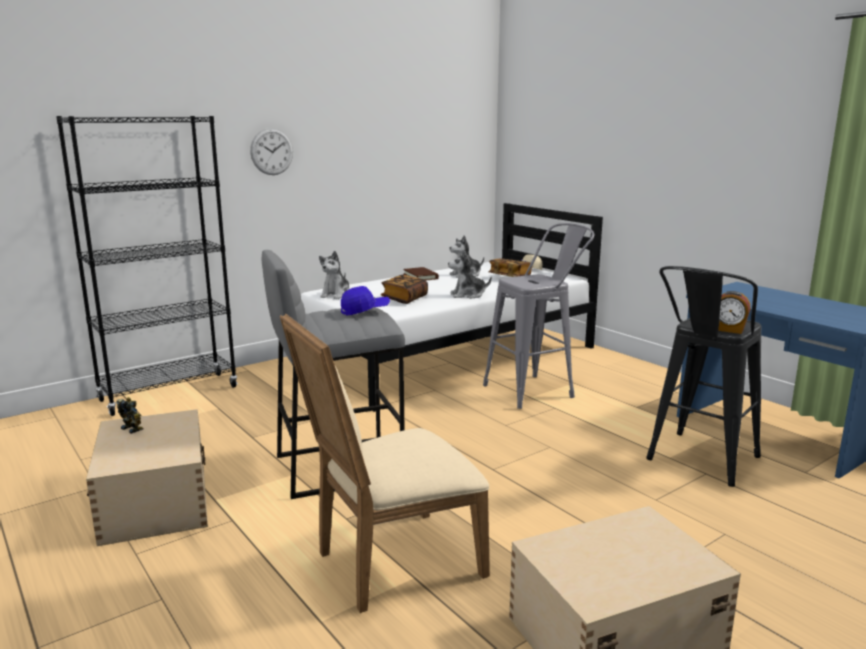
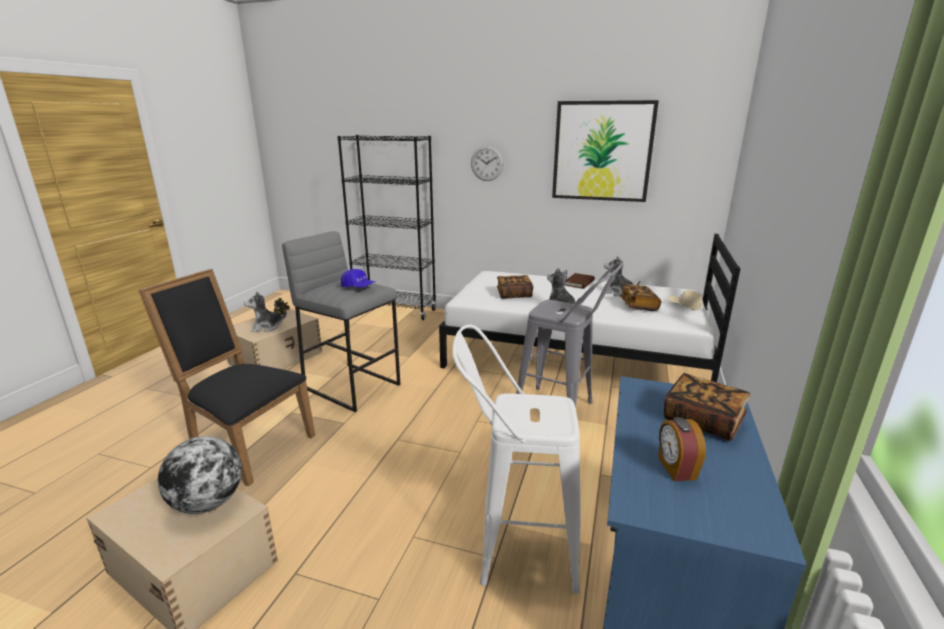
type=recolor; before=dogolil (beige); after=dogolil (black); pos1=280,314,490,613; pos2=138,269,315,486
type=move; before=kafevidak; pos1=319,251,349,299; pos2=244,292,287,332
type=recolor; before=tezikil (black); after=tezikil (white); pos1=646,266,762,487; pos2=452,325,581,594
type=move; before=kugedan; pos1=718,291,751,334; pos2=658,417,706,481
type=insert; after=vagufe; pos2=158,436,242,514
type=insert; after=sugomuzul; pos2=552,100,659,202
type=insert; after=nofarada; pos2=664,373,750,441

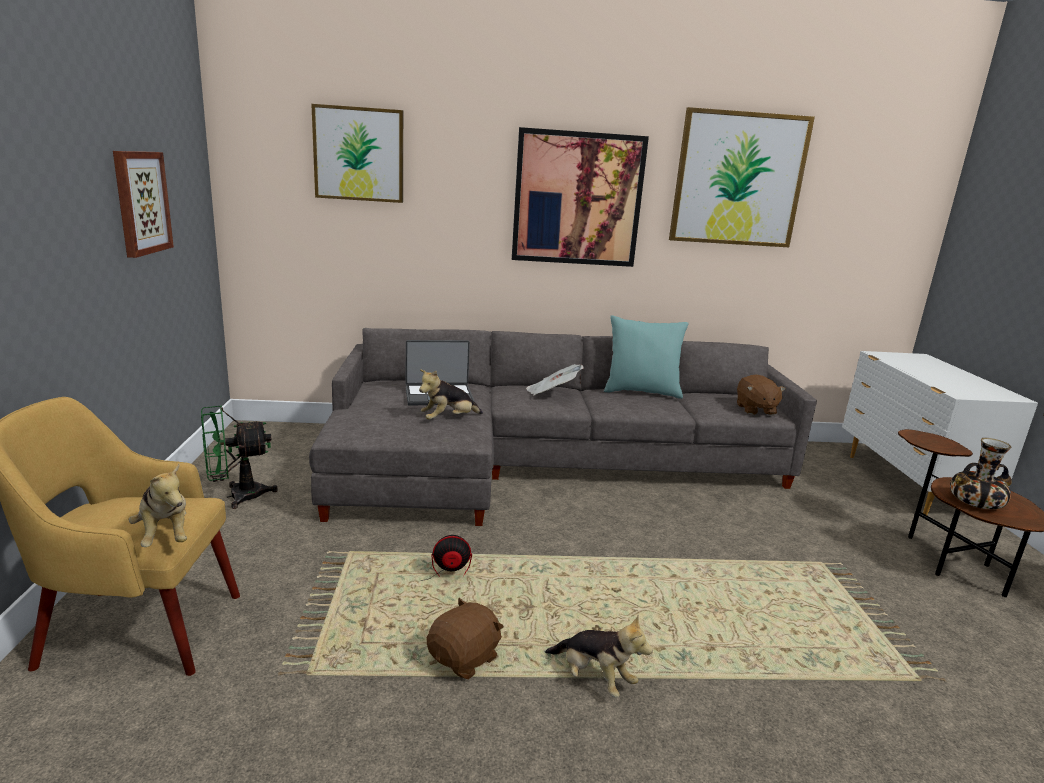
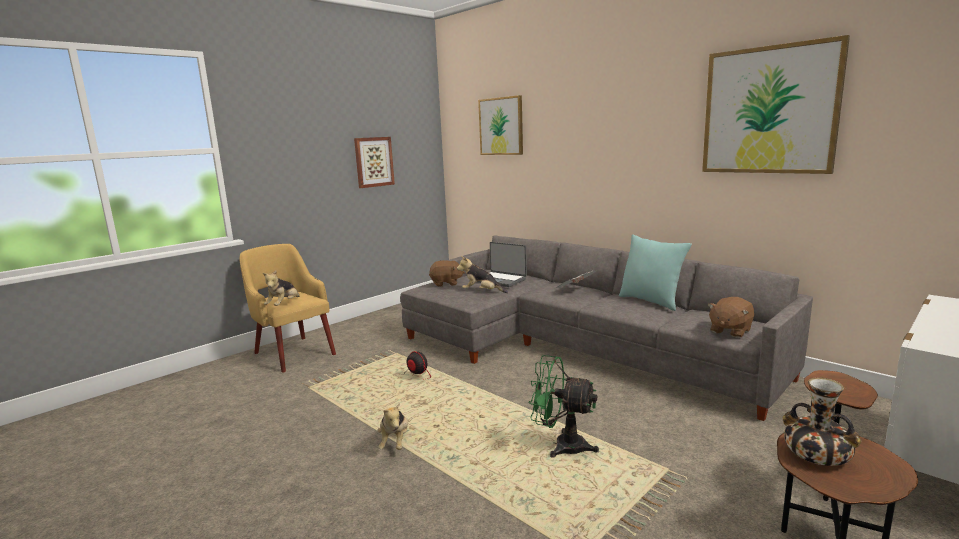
type=move; before=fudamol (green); pos1=201,405,278,509; pos2=529,355,599,458
type=move; before=kafevidak (brown); pos1=427,598,504,679; pos2=429,260,465,287
type=delete; before=sugomuzul; pos1=512,127,649,267

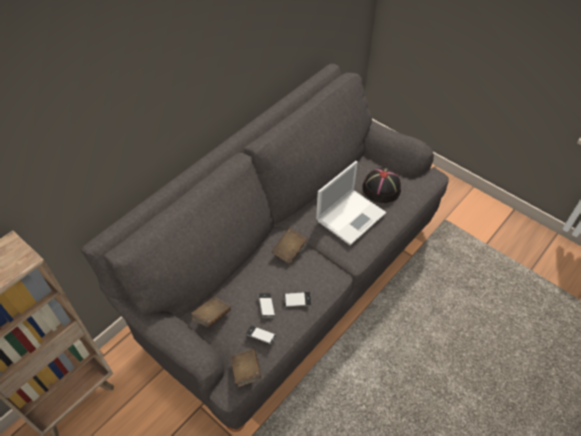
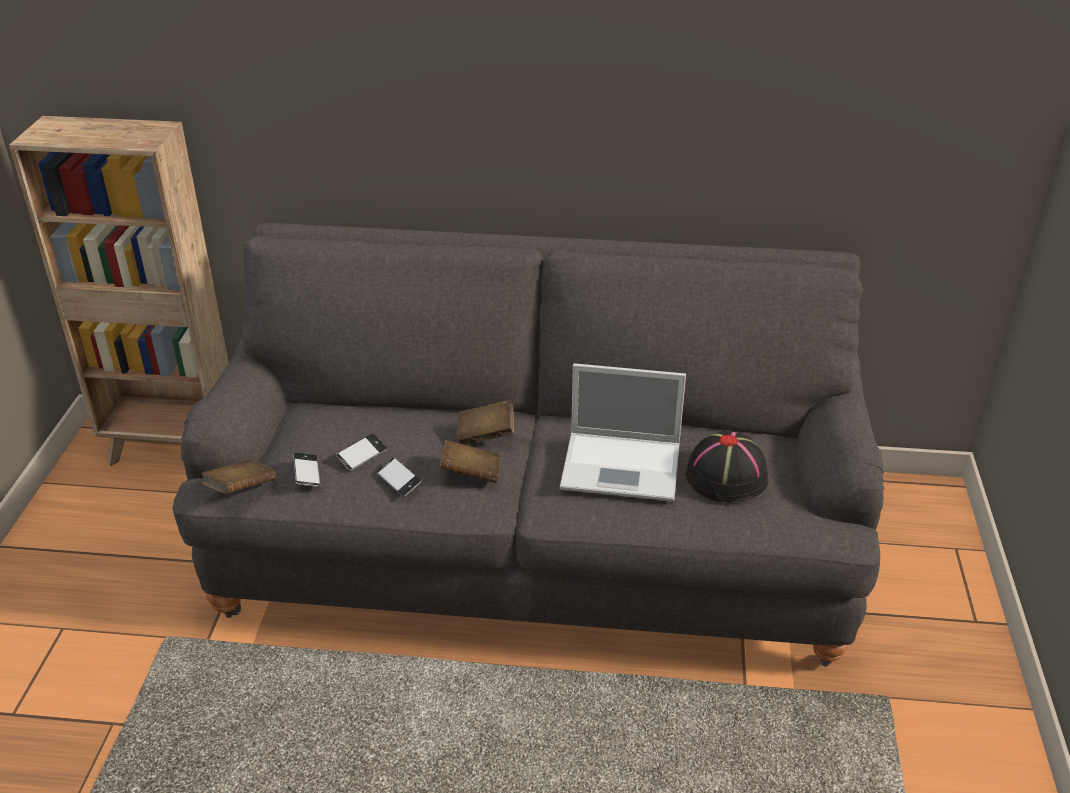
type=move; before=nofarada (brown); pos1=191,297,231,327; pos2=440,440,501,483

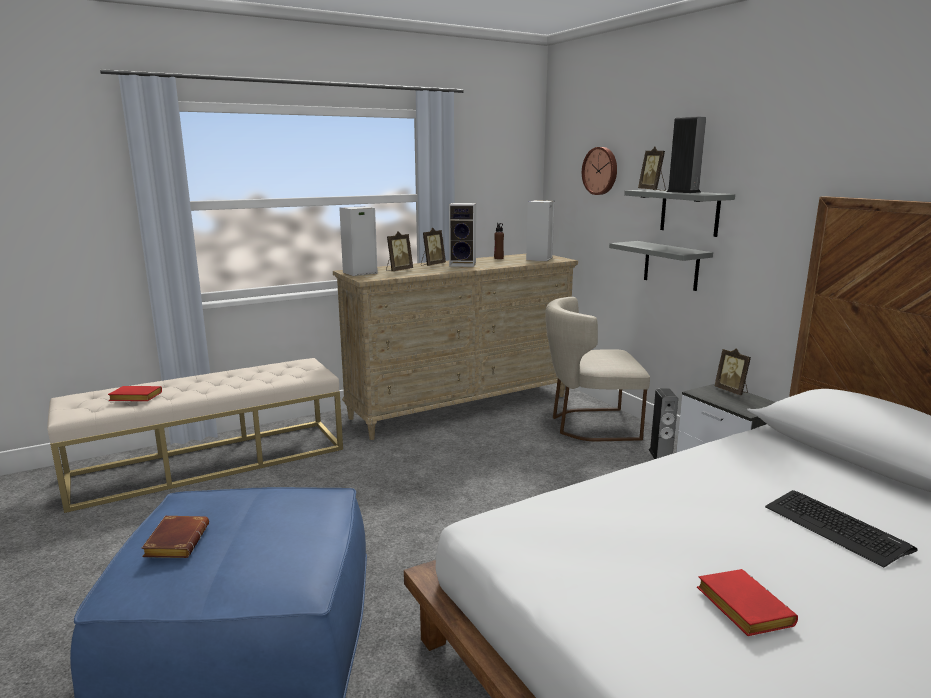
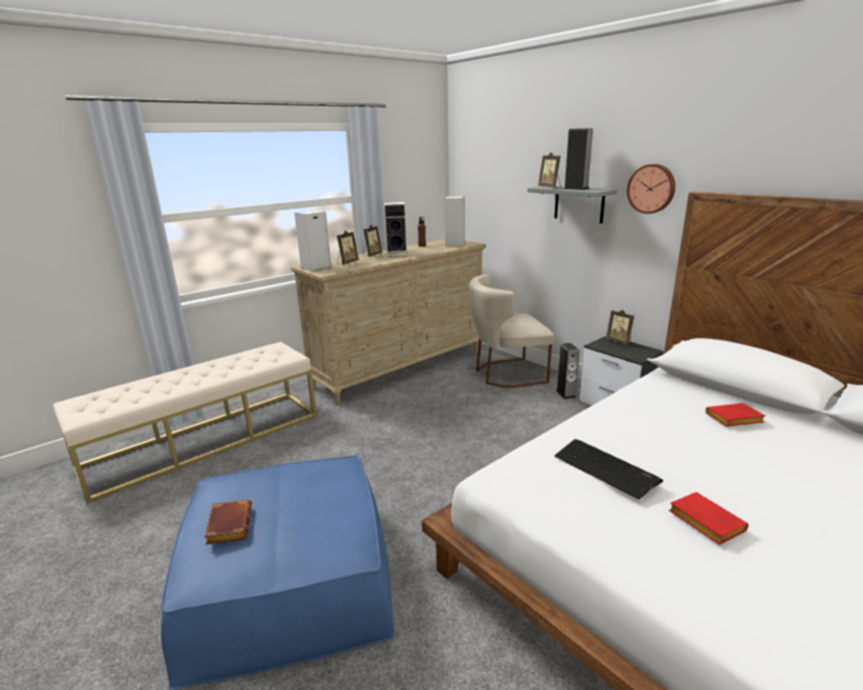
type=move; before=nofarada (red); pos1=108,386,162,401; pos2=705,403,765,427
type=move; before=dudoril; pos1=582,147,617,195; pos2=627,164,675,214
type=delete; before=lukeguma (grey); pos1=609,241,713,291
type=move; before=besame; pos1=765,490,918,568; pos2=554,439,663,500

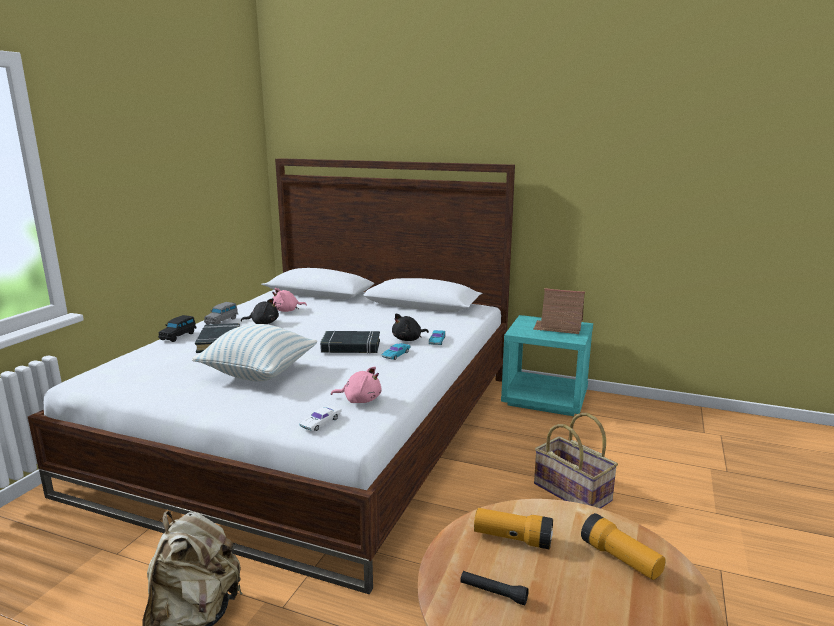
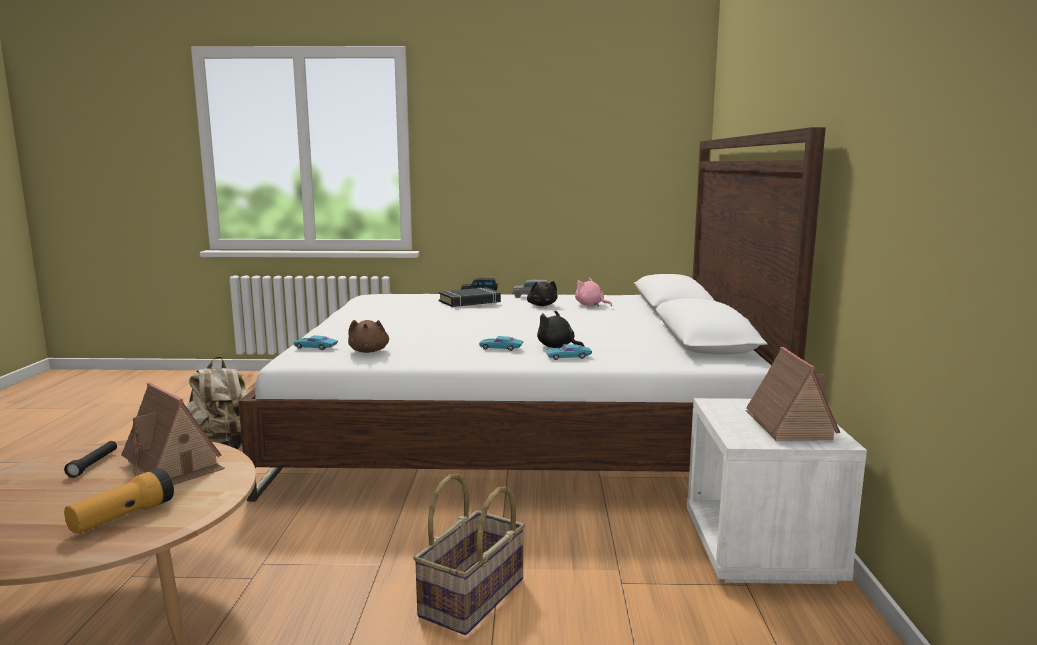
type=delete; before=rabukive; pos1=192,324,317,381
type=recolor; before=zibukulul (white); after=zibukulul (turquoise); pos1=300,406,341,431; pos2=293,335,338,350
type=delete; before=nofarada (black); pos1=320,331,380,354
type=recolor; before=kafevidak (pink); after=kafevidak (brown); pos1=331,366,382,403; pos2=348,320,389,353
type=replace; before=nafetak; after=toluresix; pos1=474,508,553,549; pos2=121,382,225,485
type=recolor; before=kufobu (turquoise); after=kufobu (white); pos1=501,315,593,416; pos2=687,398,867,584

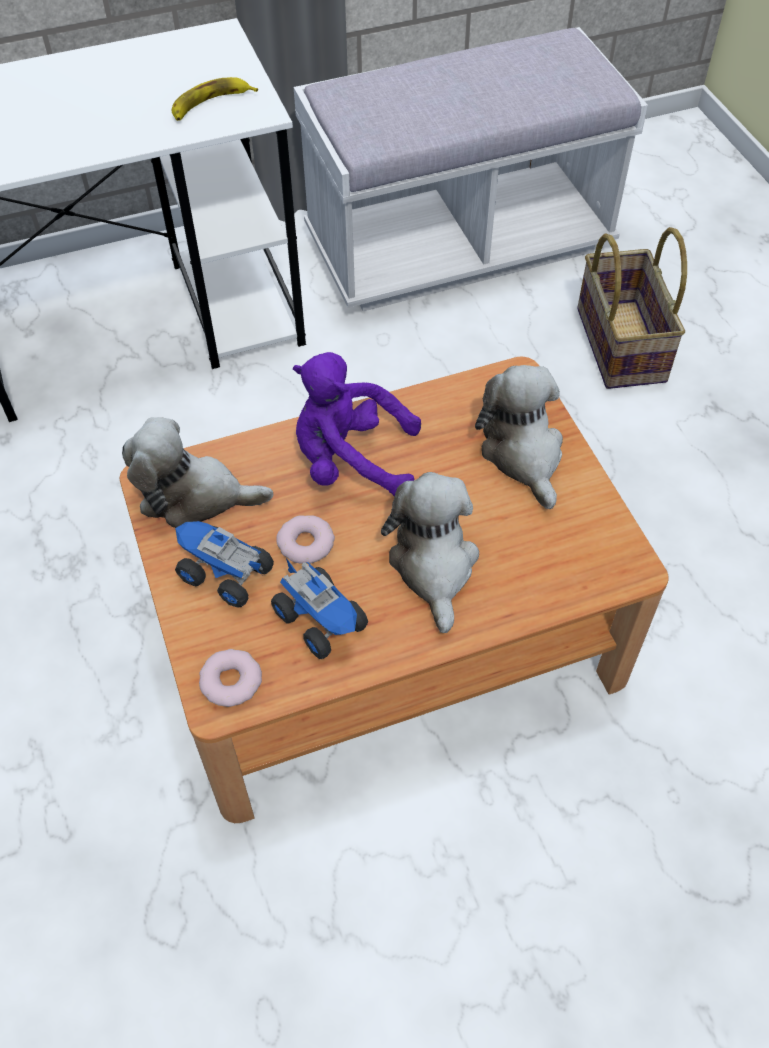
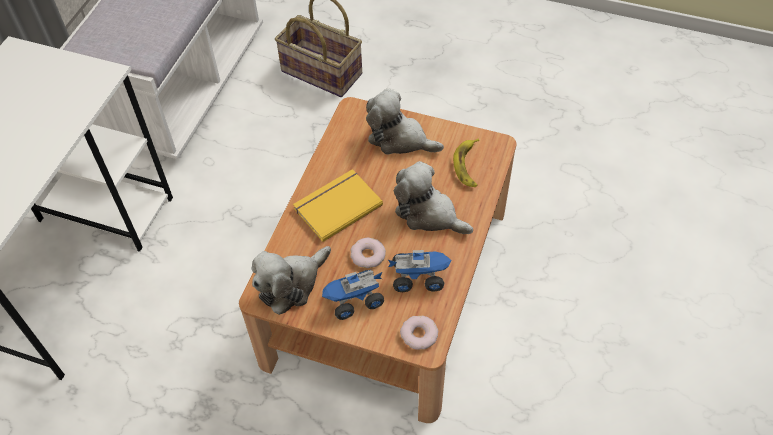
type=move; before=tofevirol; pos1=172,77,258,121; pos2=453,139,479,187
type=replace; before=kafevidak (purple); after=nofarada (yellow); pos1=293,352,421,496; pos2=293,169,383,242

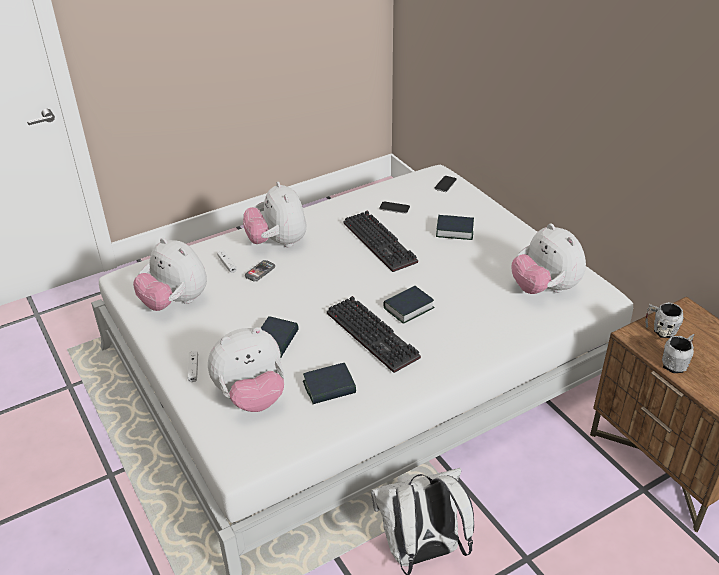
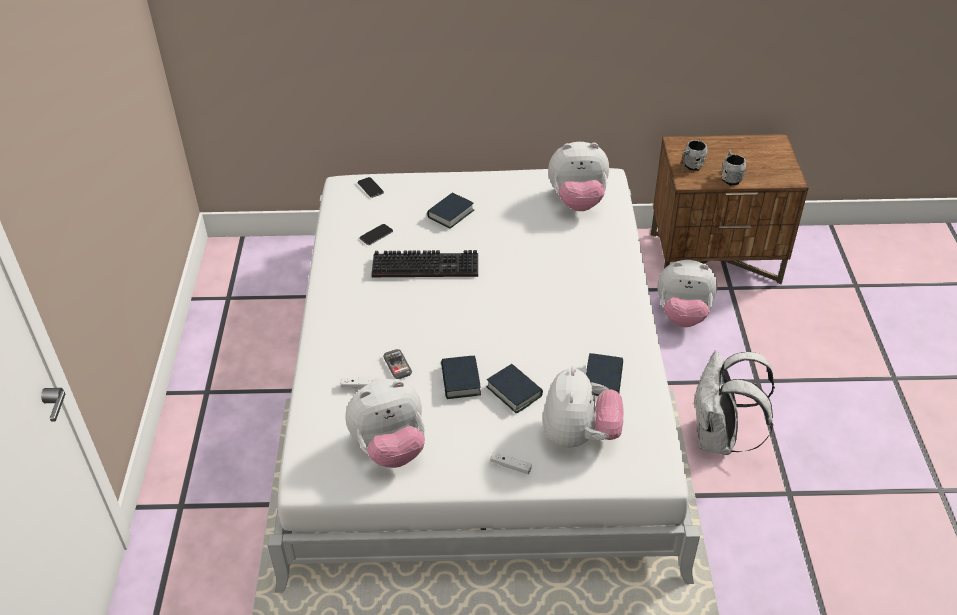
type=move; before=kafevidak; pos1=243,182,306,247; pos2=657,260,717,327
type=delete; before=besame; pos1=327,296,421,373
type=move; before=nofarada; pos1=383,286,435,324; pos2=441,356,481,399

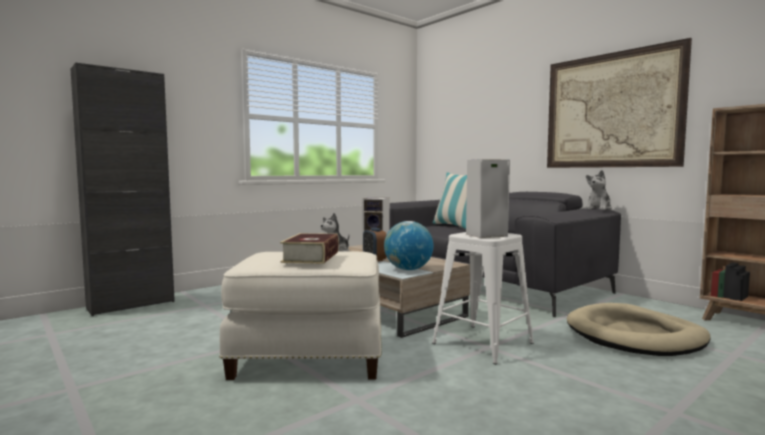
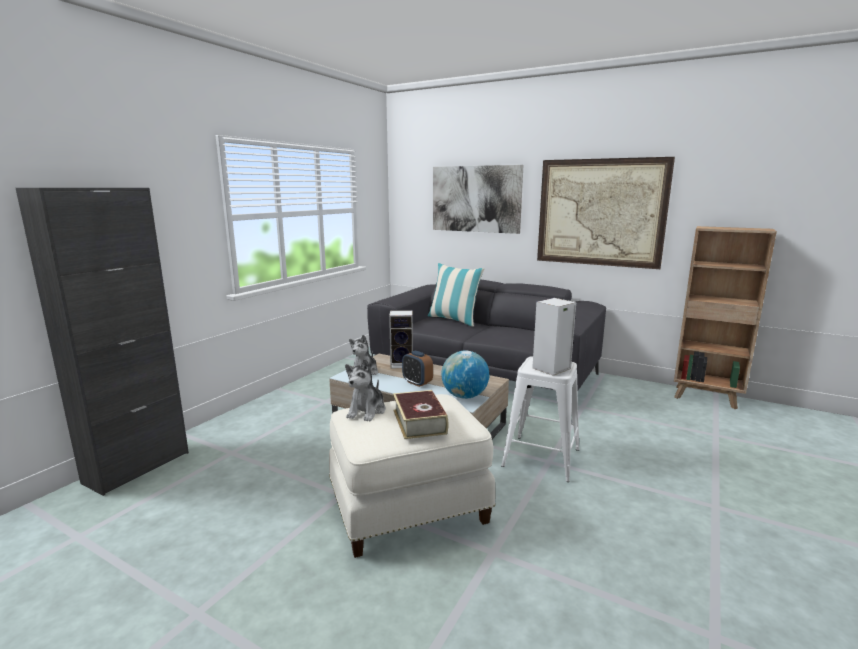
type=delete; before=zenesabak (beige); pos1=567,303,711,356
type=move; before=kafevidak; pos1=586,170,612,210; pos2=345,359,386,422
type=insert; after=sugomuzul; pos2=433,165,523,234

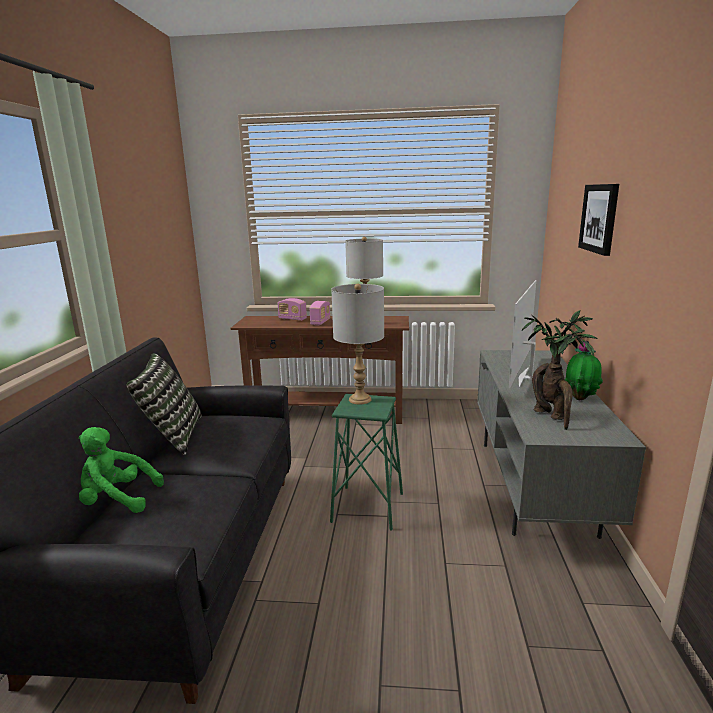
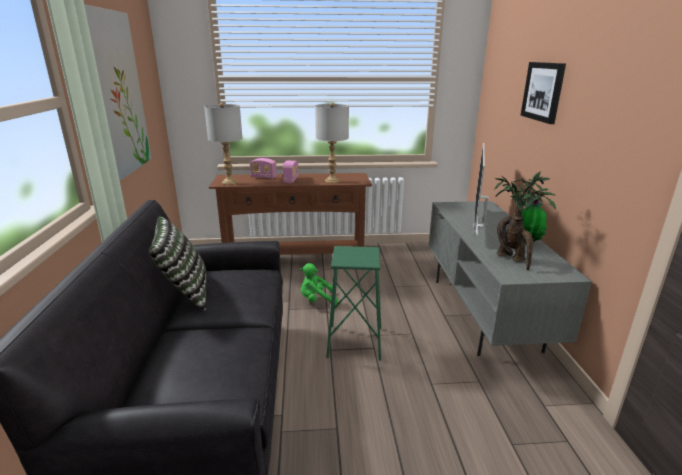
type=move; before=kafevidak (green); pos1=79,427,164,513; pos2=300,263,338,305
type=move; before=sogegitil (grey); pos1=331,284,384,404; pos2=204,103,243,185
type=insert; after=sugomuzul; pos2=84,4,152,181

